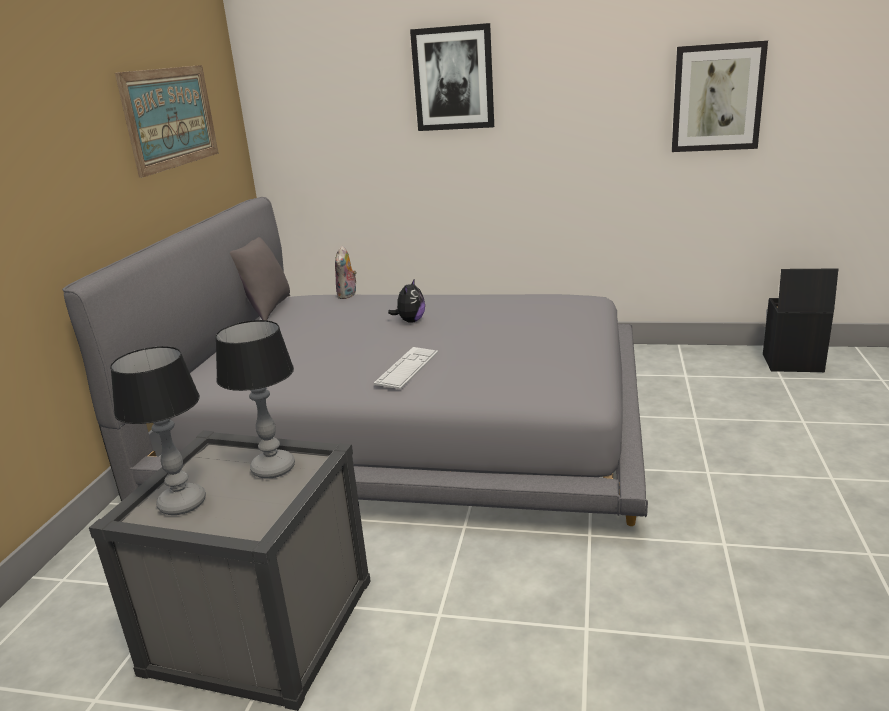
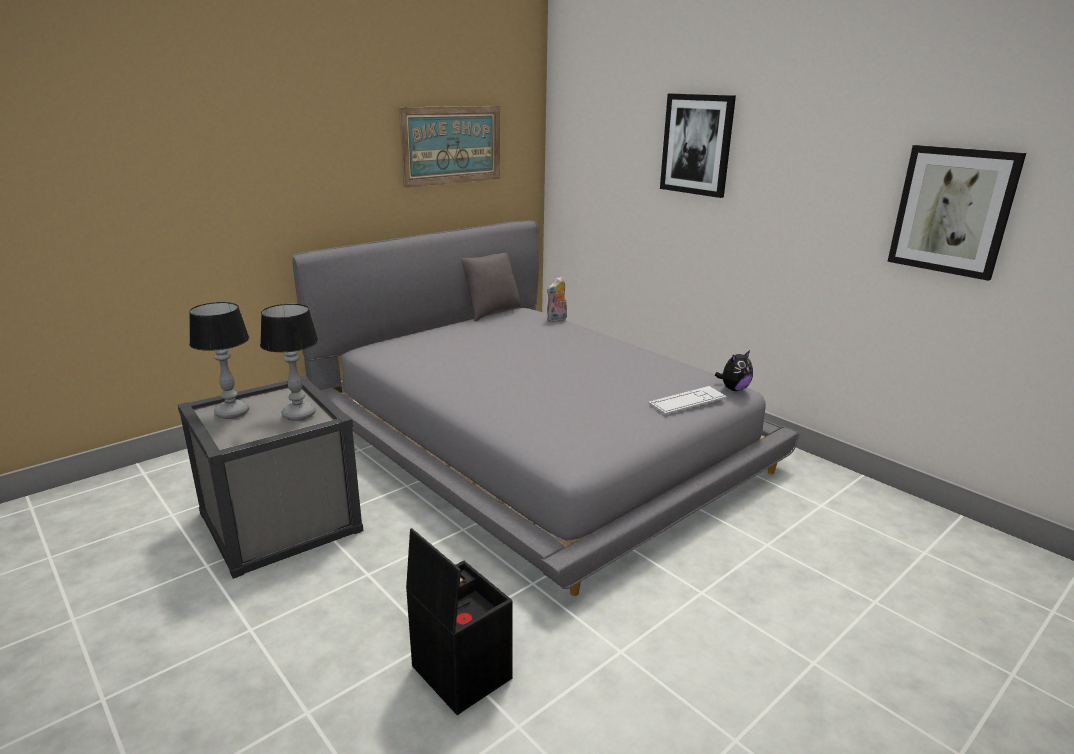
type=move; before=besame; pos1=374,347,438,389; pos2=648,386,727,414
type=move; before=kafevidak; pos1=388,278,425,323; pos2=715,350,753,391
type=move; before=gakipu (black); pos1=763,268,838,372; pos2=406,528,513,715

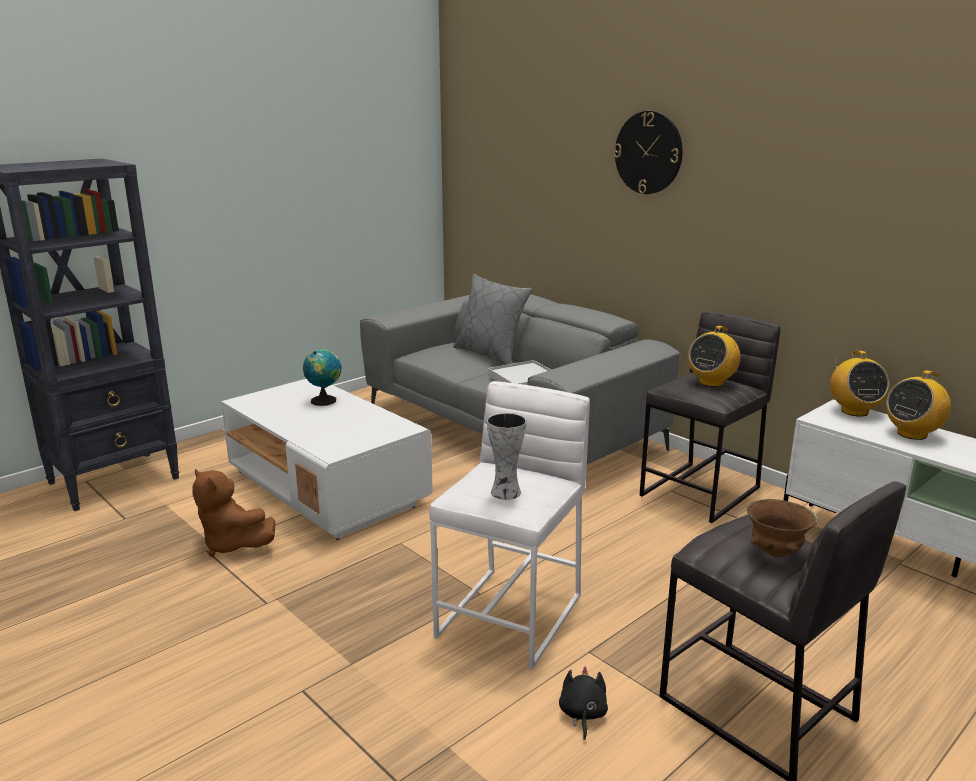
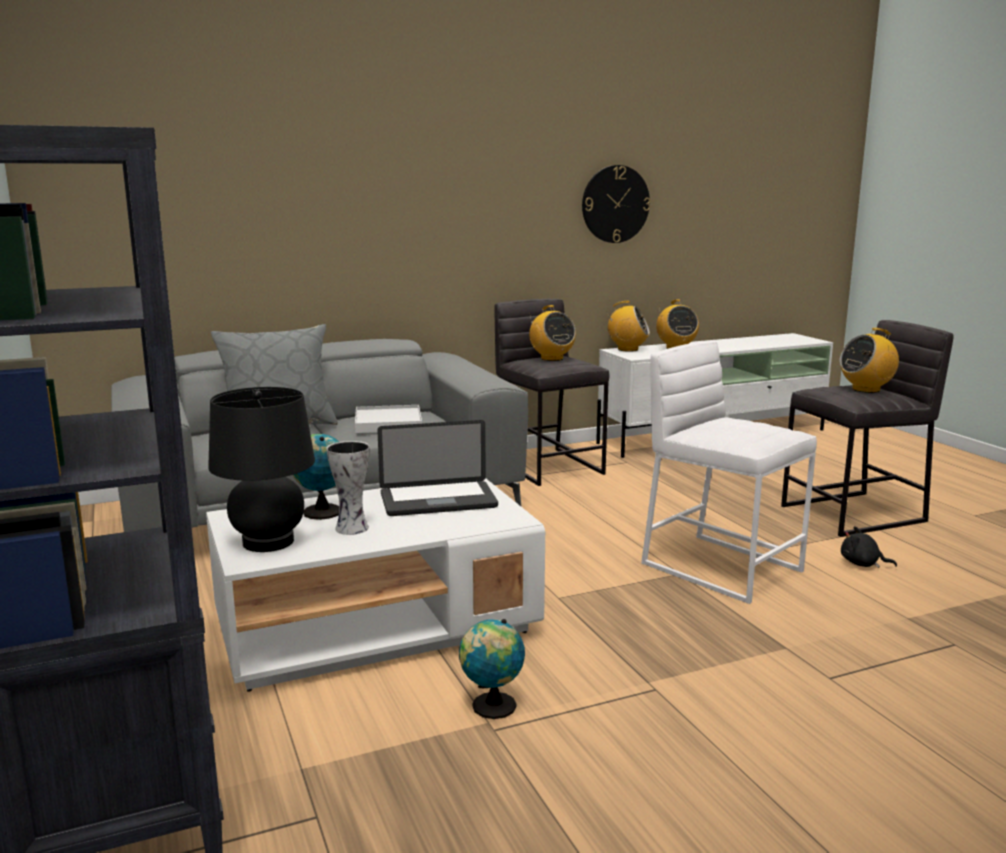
type=replace; before=kafevidak (brown); after=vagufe; pos1=192,469,275,557; pos2=459,619,525,719
type=move; before=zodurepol; pos1=487,412,527,500; pos2=326,441,370,535
type=move; before=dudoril; pos1=614,111,683,194; pos2=582,165,651,243
type=replace; before=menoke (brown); after=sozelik; pos1=747,499,818,558; pos2=840,328,899,393
type=insert; after=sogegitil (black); pos2=208,387,315,552
type=insert; after=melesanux; pos2=377,420,498,516

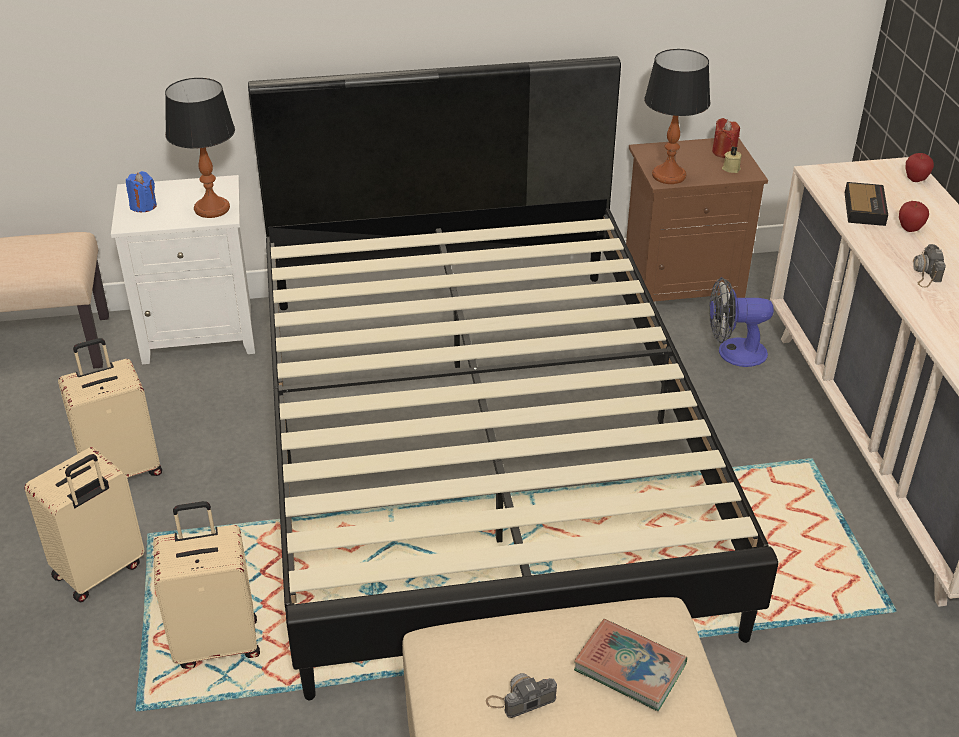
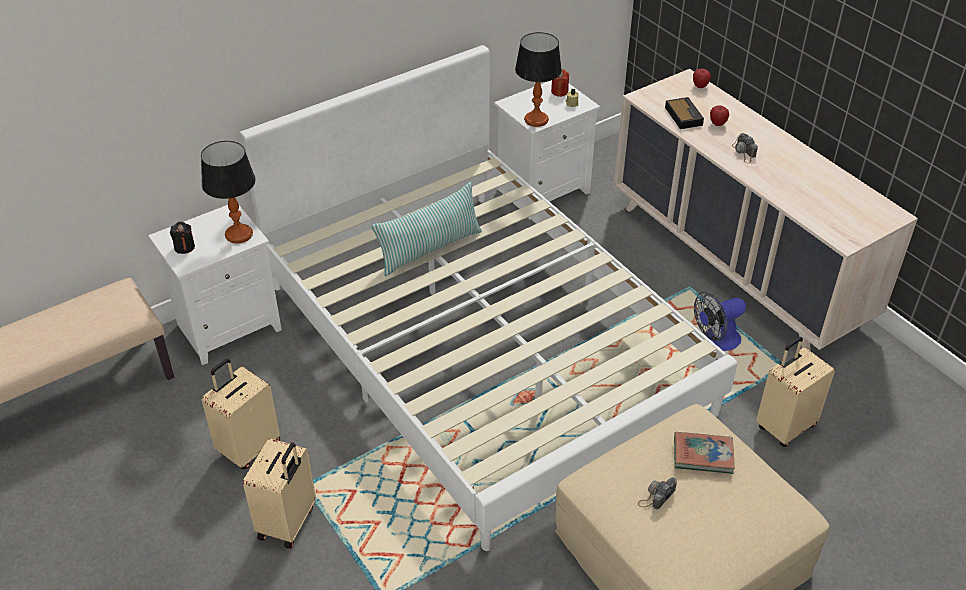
type=recolor; before=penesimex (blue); after=penesimex (black); pos1=126,171,157,212; pos2=170,222,195,254
type=move; before=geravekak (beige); pos1=153,501,260,669; pos2=756,337,835,447
type=recolor; before=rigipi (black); after=rigipi (white); pos1=248,56,778,700; pos2=240,45,737,551
type=recolor; before=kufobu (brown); after=kufobu (white); pos1=626,138,768,302; pos2=494,80,600,219
type=move; before=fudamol; pos1=709,277,774,367; pos2=694,292,746,351
type=insert; after=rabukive; pos2=372,182,482,276

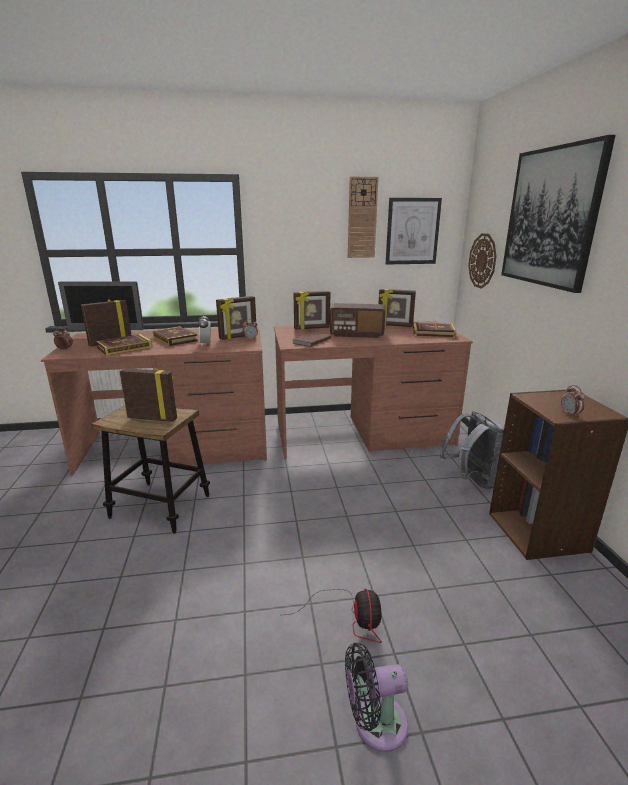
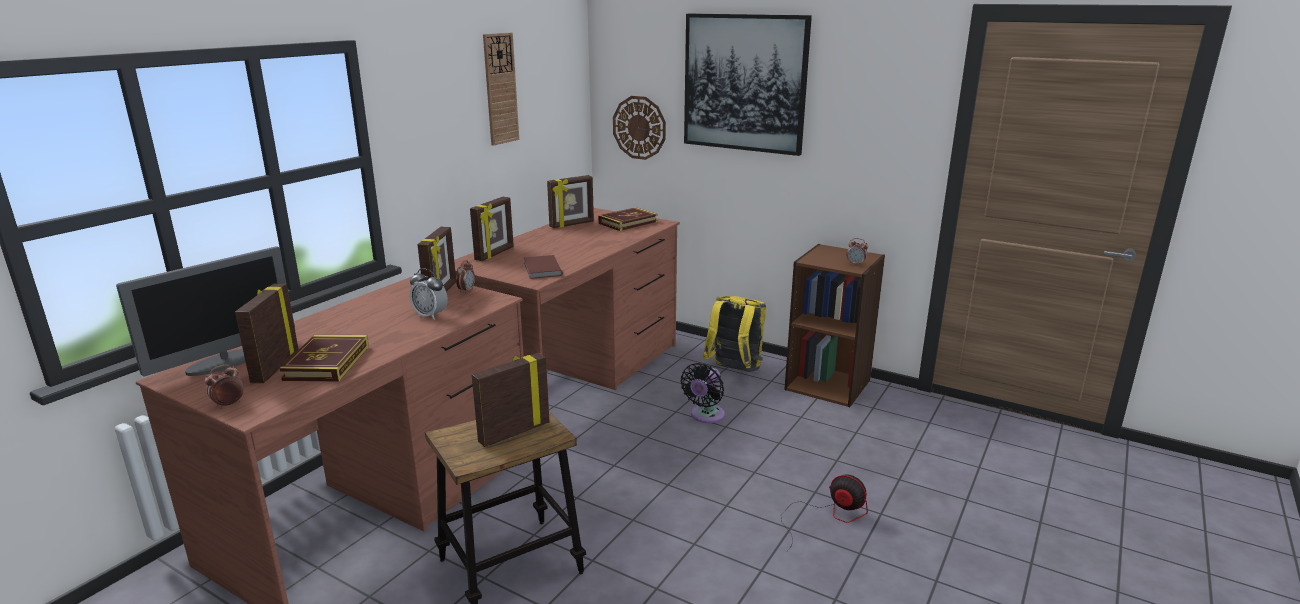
type=delete; before=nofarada; pos1=153,326,198,346
type=delete; before=sozelik; pos1=330,303,385,338
type=move; before=fudamol (black); pos1=345,643,409,752; pos2=680,363,725,423
type=delete; before=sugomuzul; pos1=386,198,442,265
type=recolor; before=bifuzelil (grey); after=bifuzelil (yellow); pos1=440,411,504,489; pos2=703,296,766,372

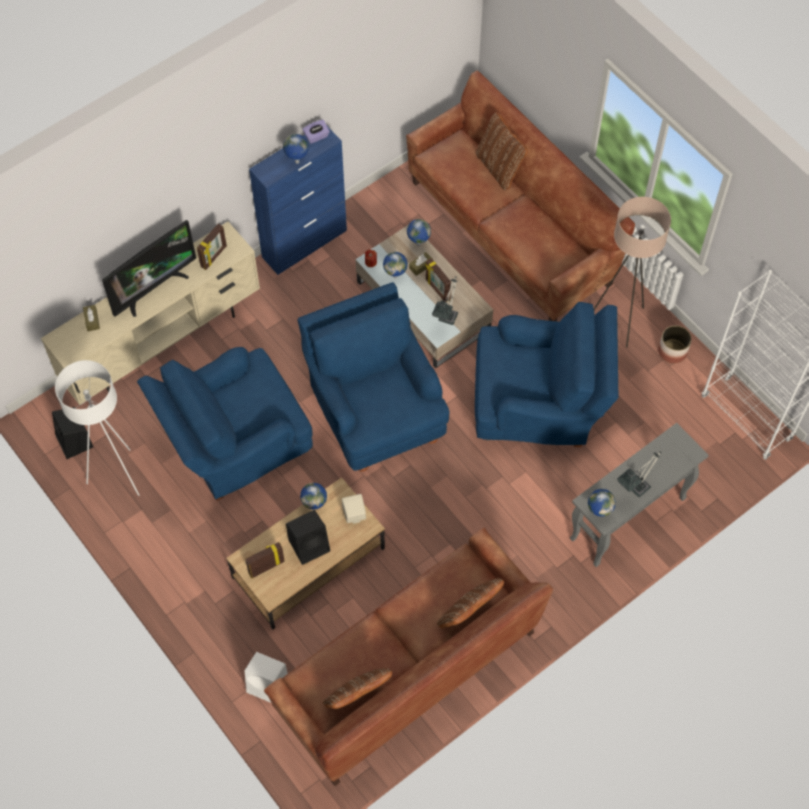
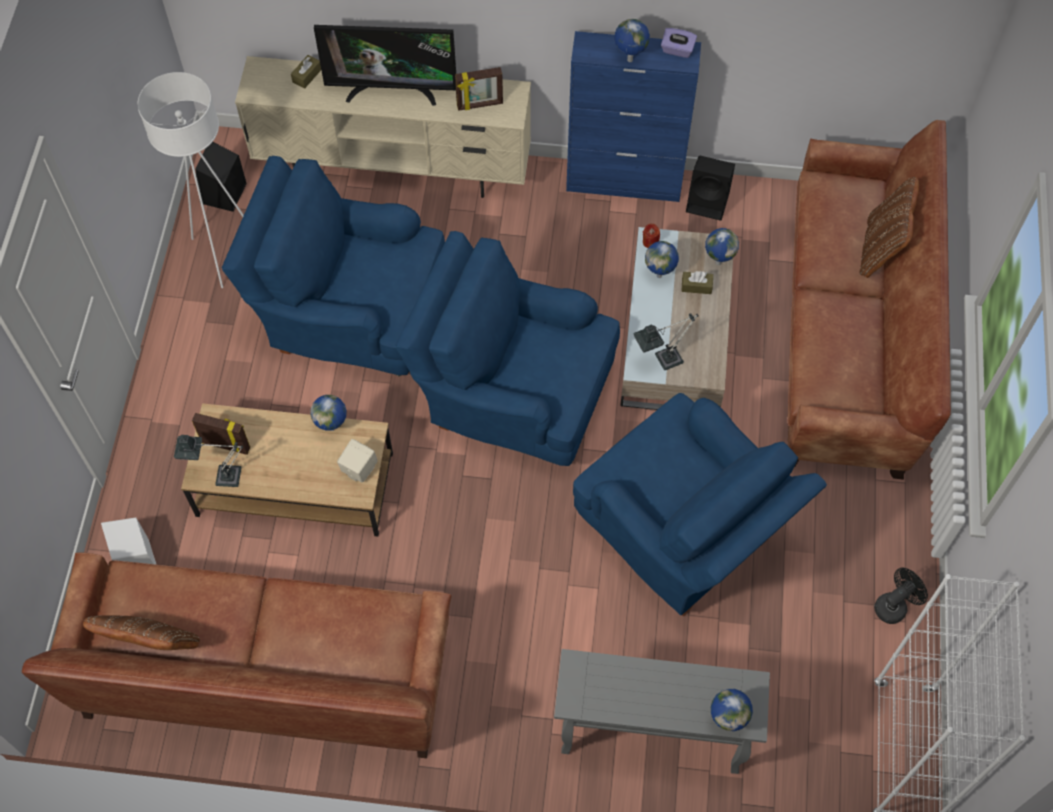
type=move; before=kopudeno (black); pos1=286,510,330,565; pos2=686,156,735,221
type=rotate; before=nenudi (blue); pos1=298,282,449,472; pos2=395,231,620,466; turn=-90
type=delete; before=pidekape; pos1=425,258,451,302
type=delete; before=rabukive (brown); pos1=437,578,504,629
type=move; before=vagufe; pos1=588,489,616,517; pos2=711,689,753,731
type=delete; before=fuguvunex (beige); pos1=594,197,671,348
type=move; before=sogegitil; pos1=617,452,661,497; pos2=174,435,243,487
type=replace; before=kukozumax; after=fudamol (black); pos1=658,325,692,363; pos2=874,568,928,624

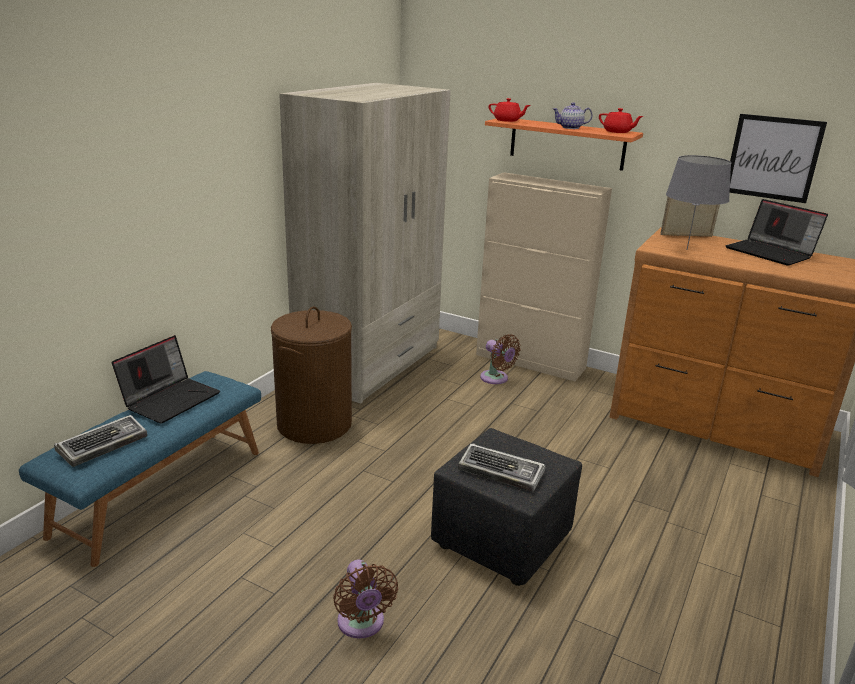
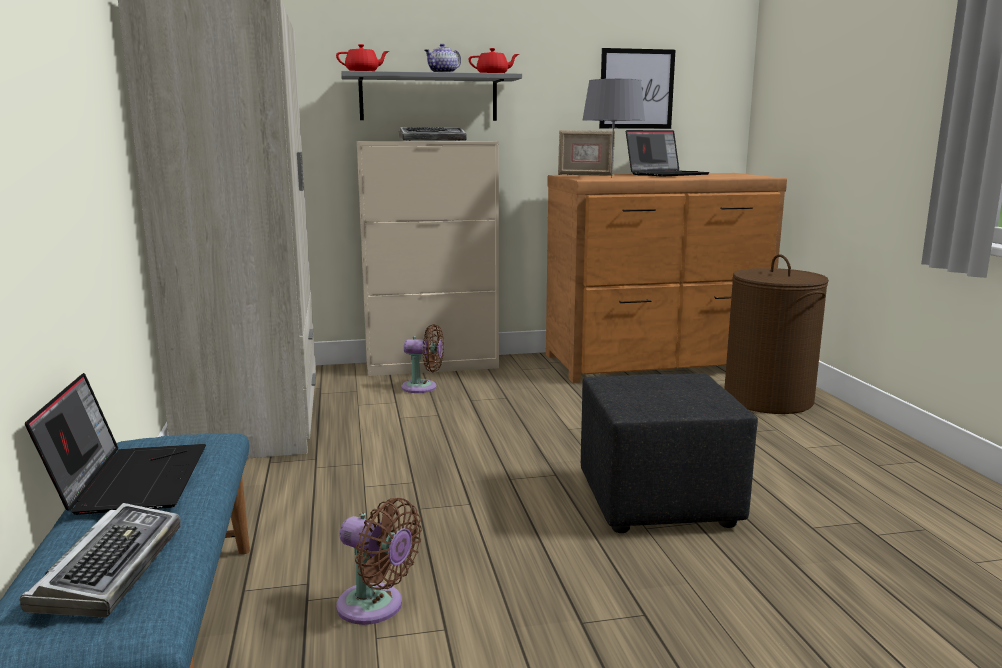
type=move; before=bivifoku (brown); pos1=271,306,352,444; pos2=724,254,829,414
type=move; before=fudamol (brown); pos1=333,560,398,639; pos2=336,498,422,625
type=move; before=besame; pos1=458,444,545,492; pos2=399,127,467,141
type=recolor; before=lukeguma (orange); after=lukeguma (grey); pos1=485,119,643,171; pos2=341,71,522,121
type=rotate; before=pidekape; pos1=660,197,720,237; pos2=558,130,615,176; turn=-135
type=rotate; before=melesanux; pos1=725,199,828,265; pos2=626,130,710,177; turn=-45

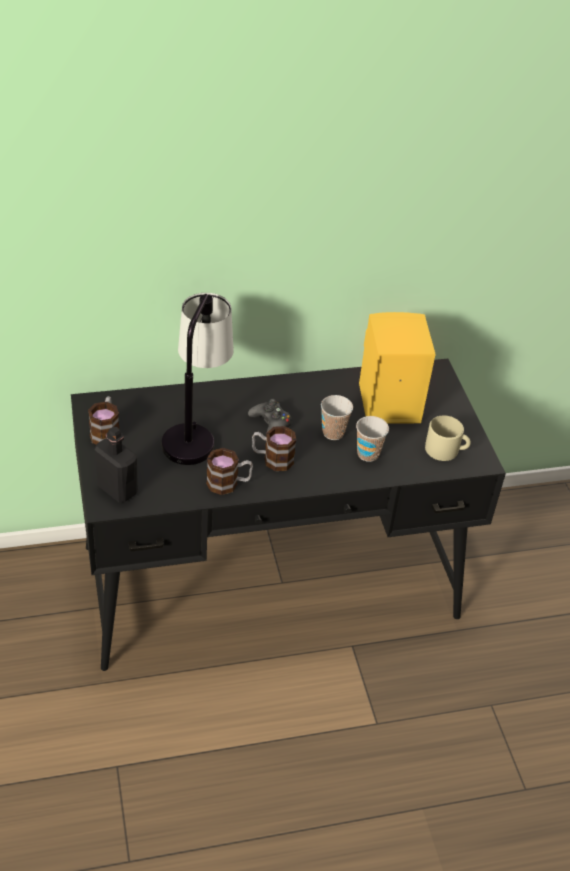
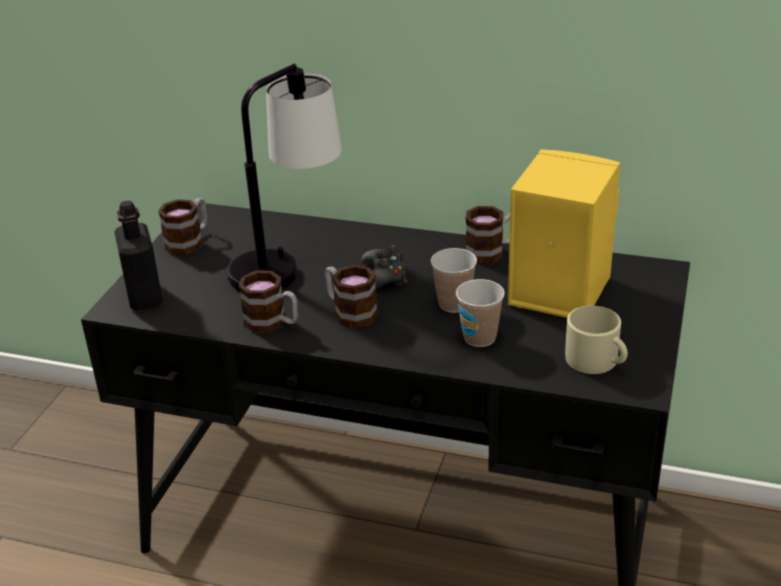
type=insert; after=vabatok; pos2=466,206,510,263

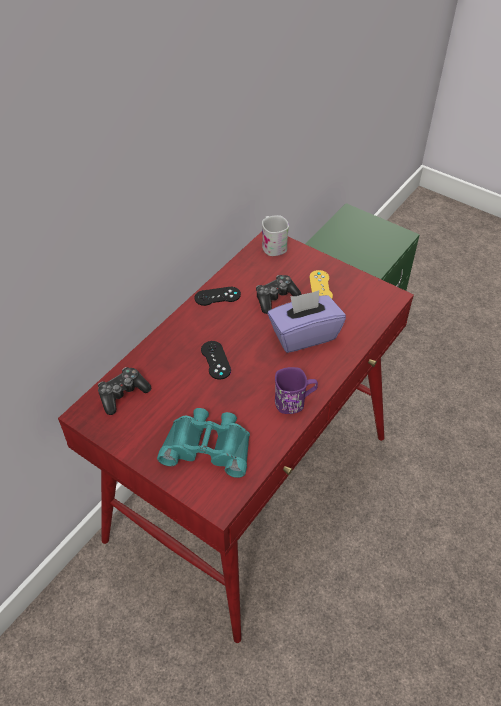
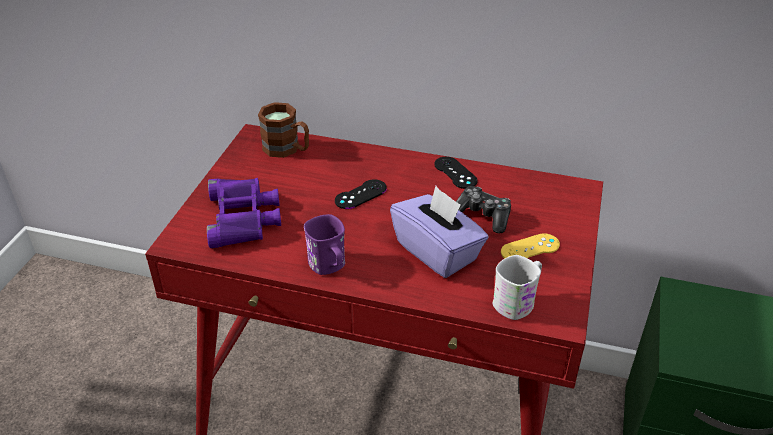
type=replace; before=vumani; after=vabatok (brown); pos1=98,367,151,415; pos2=258,102,309,158
type=recolor; before=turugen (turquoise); after=turugen (purple); pos1=157,408,250,478; pos2=207,178,281,248
type=move; before=vabatok (white); pos1=262,215,289,256; pos2=493,255,542,320

